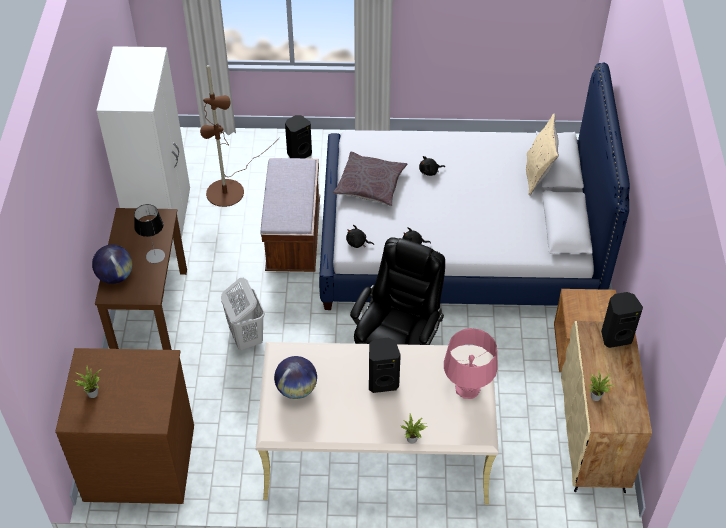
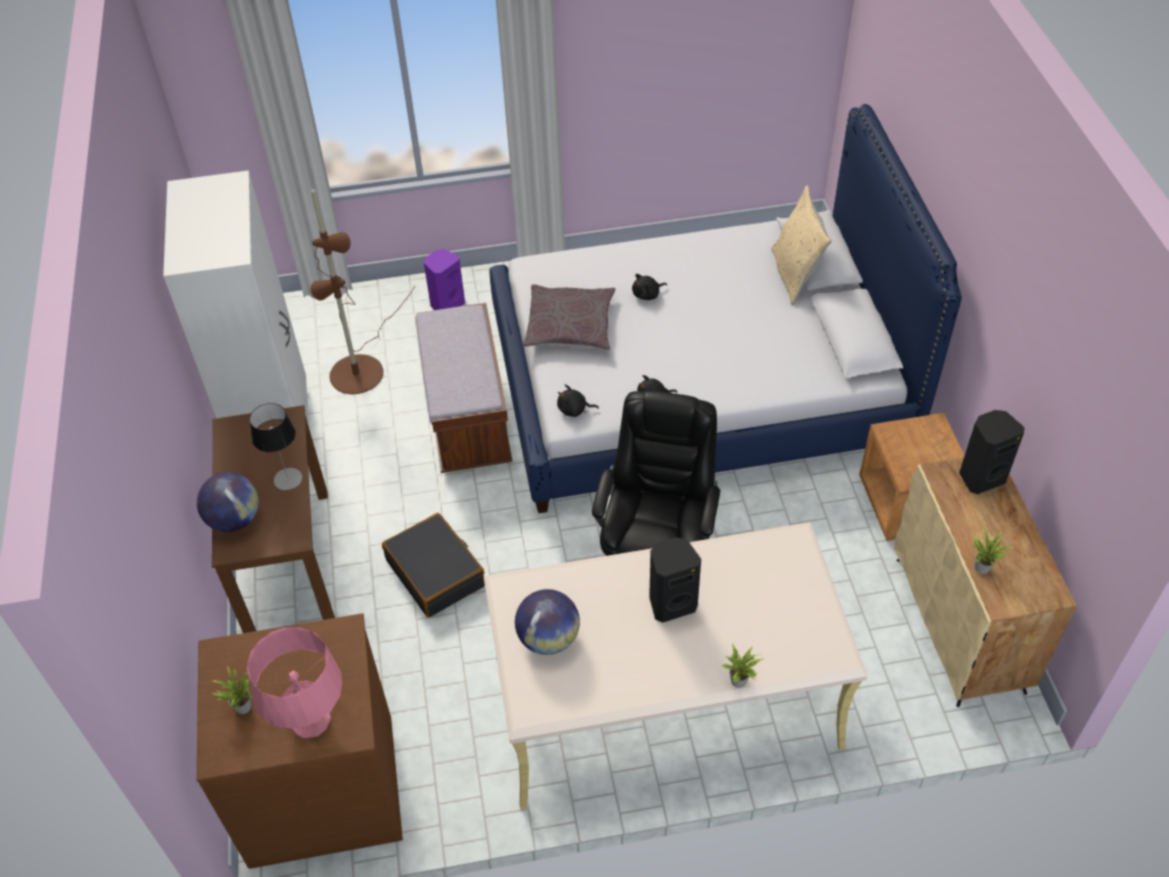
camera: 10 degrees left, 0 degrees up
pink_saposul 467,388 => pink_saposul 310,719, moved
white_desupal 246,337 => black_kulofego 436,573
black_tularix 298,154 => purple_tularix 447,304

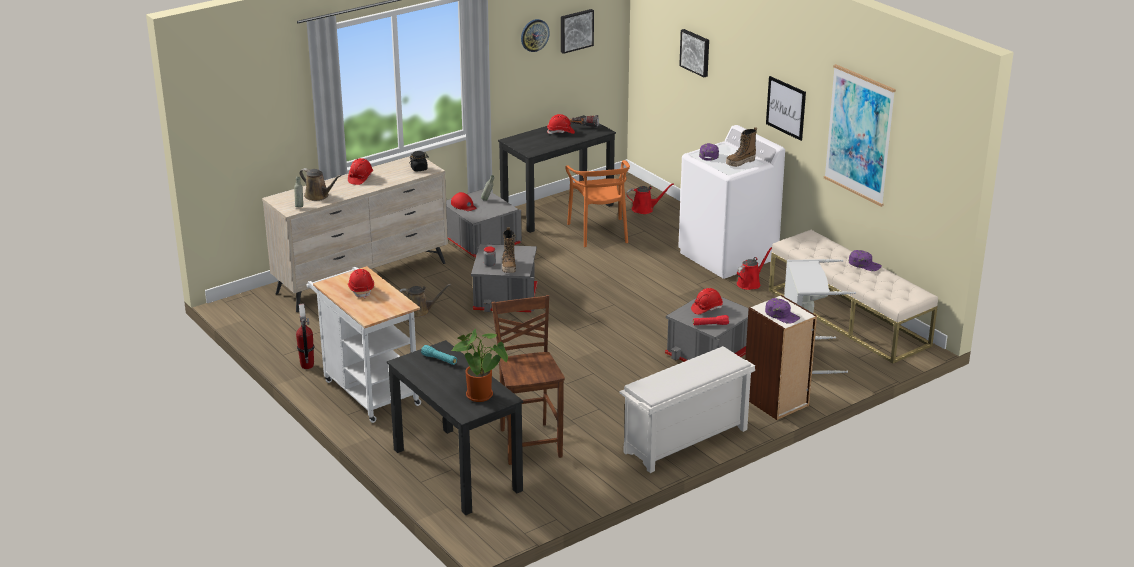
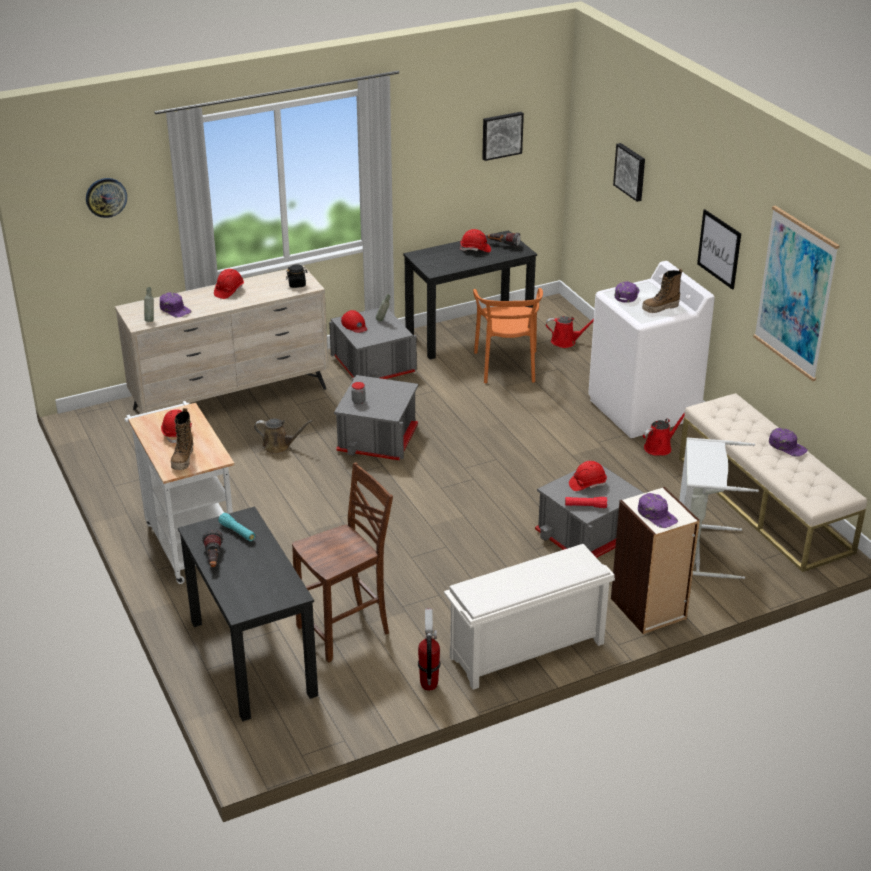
camera: 10 degrees right, 5 degrees up
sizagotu 534,35 => sizagotu 106,197, moved
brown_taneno 318,196 => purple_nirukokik 175,309
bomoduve 509,266 => bomoduve 183,459, moved
nothing => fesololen 213,559
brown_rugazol 529,442 => brown_rugazol 346,631, 60 degrees clockwise
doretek 307,365 => doretek 429,684, moved
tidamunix 482,397 => nothing

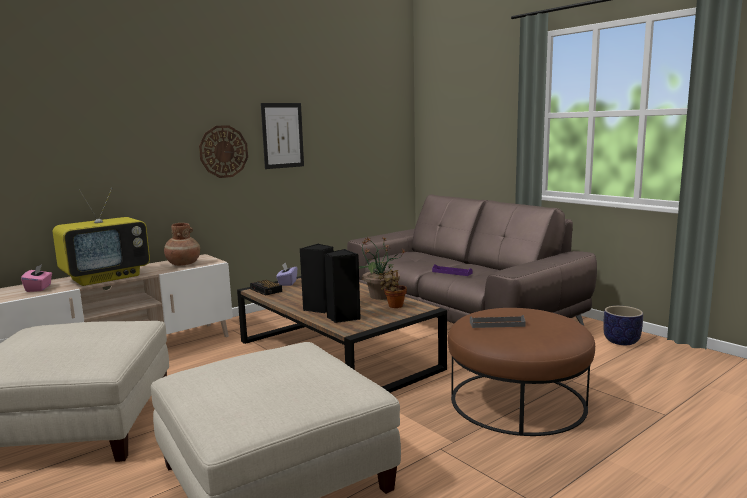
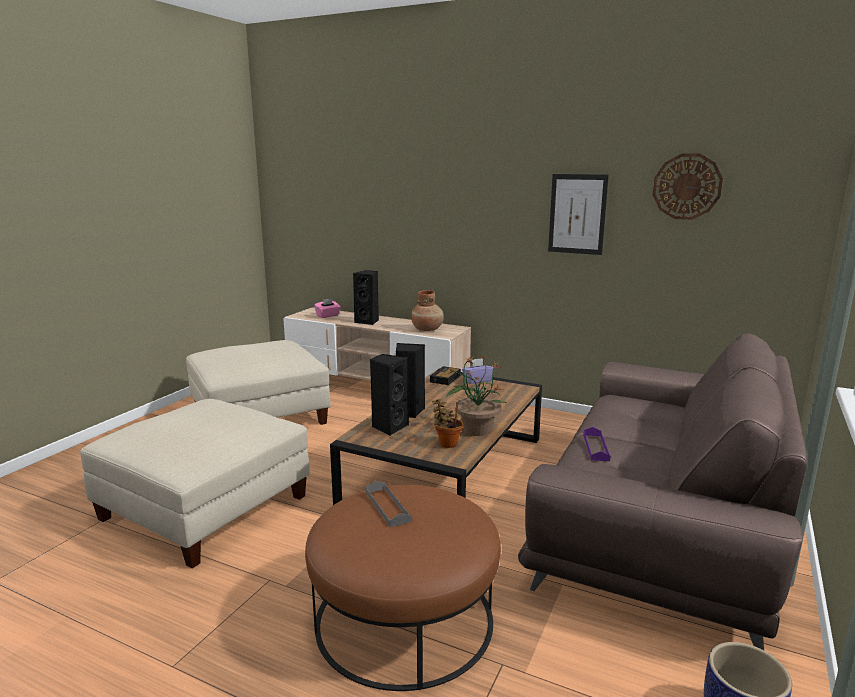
camera: 65 degrees right, 5 degrees up
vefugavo 106,277 => black_tularix 368,321
sizagotu 223,151 => sizagotu 687,186, moved

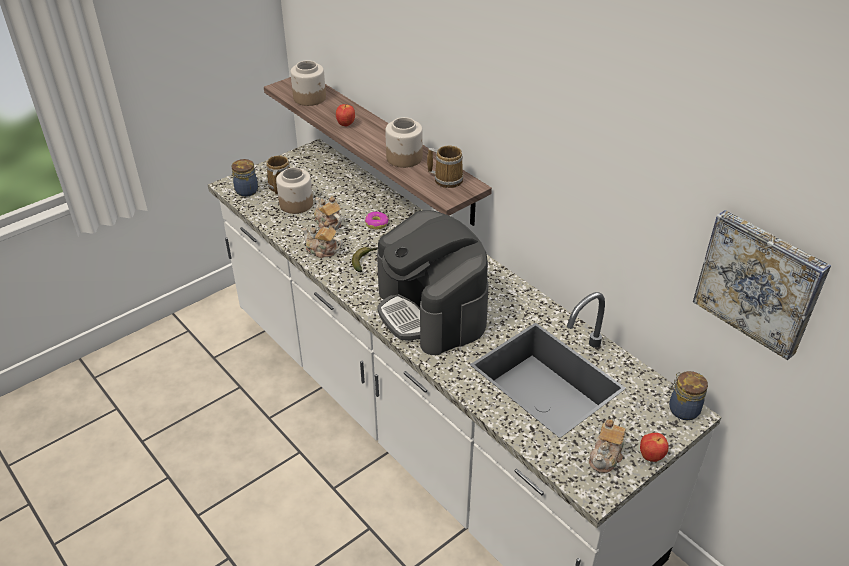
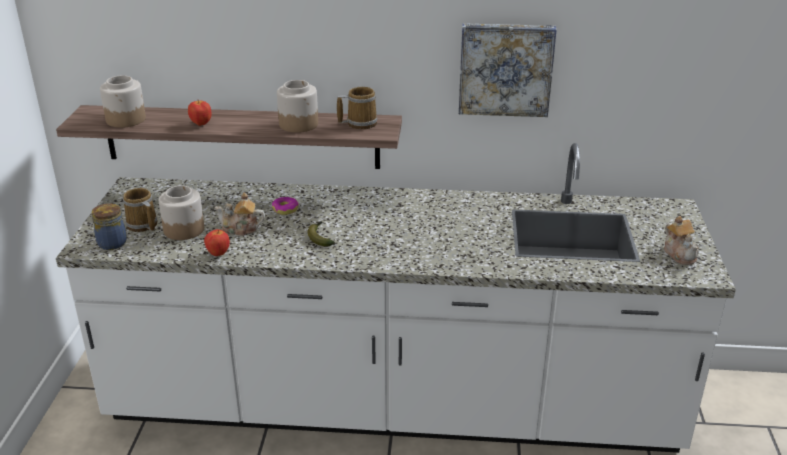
camera: 45 degrees left, 10 degrees down
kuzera 651,456 => kuzera 218,254, moved
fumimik 760,282 => fumimik 505,69, moved
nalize 322,250 => nothing
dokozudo 432,311 => nothing
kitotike 682,409 => nothing

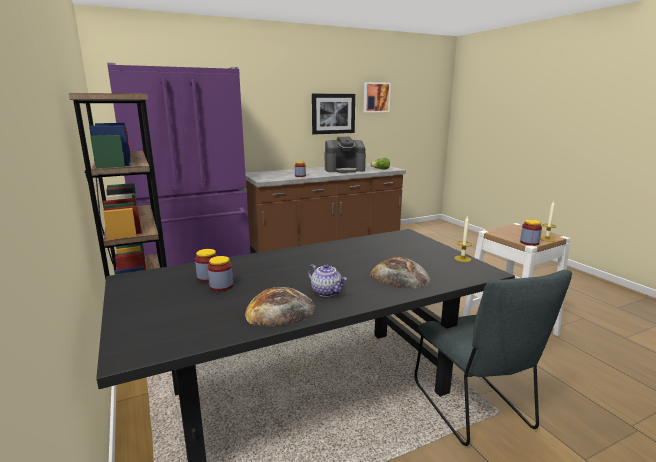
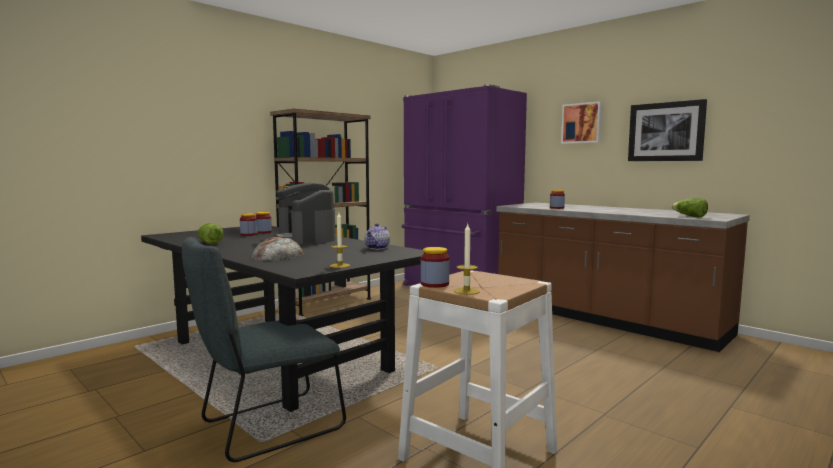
camera: 70 degrees right, 10 degrees down
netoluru 280,310 => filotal 209,243
dokozudo 344,170 => dokozudo 306,238, moved
nalize 327,292 => nalize 377,248, moved
fumimik 376,97 => fumimik 582,123, moved

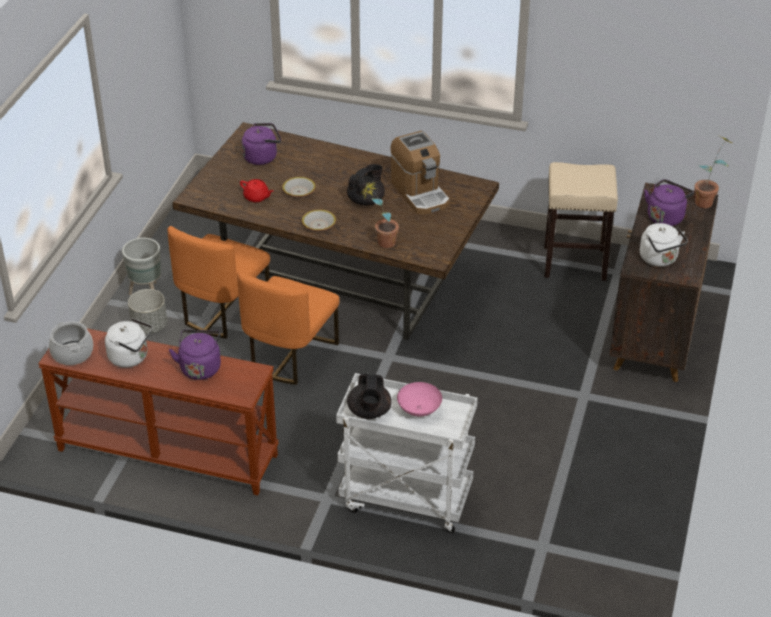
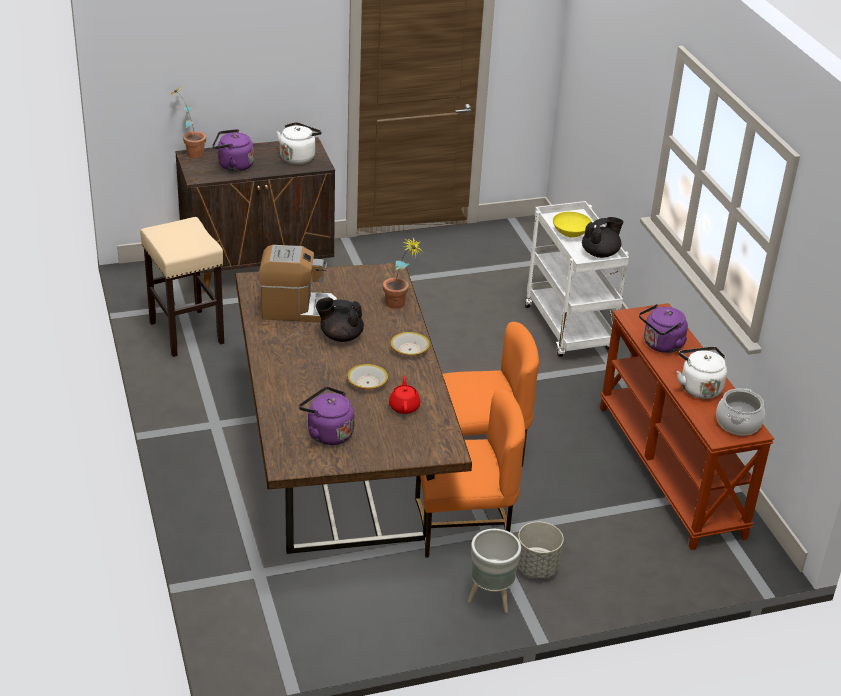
camera: 125 degrees left, 5 degrees down
dokozudo 420,193 => dokozudo 297,309, 60 degrees clockwise
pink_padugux 418,410 => yellow_padugux 571,234

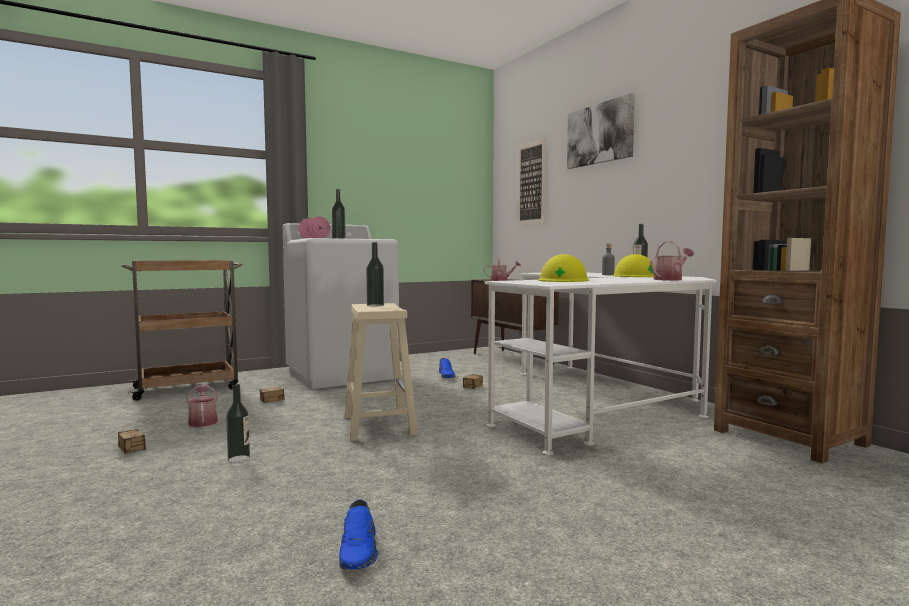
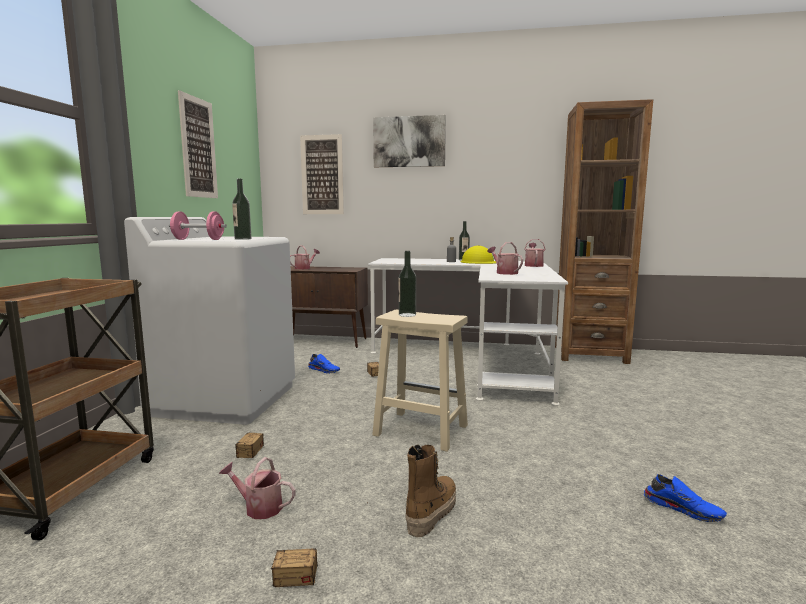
camera: 50 degrees left, 5 degrees up
nothing => fumimik 198,148
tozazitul 239,459 => bomoduve 431,513
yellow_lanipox 563,280 => taneno 504,273

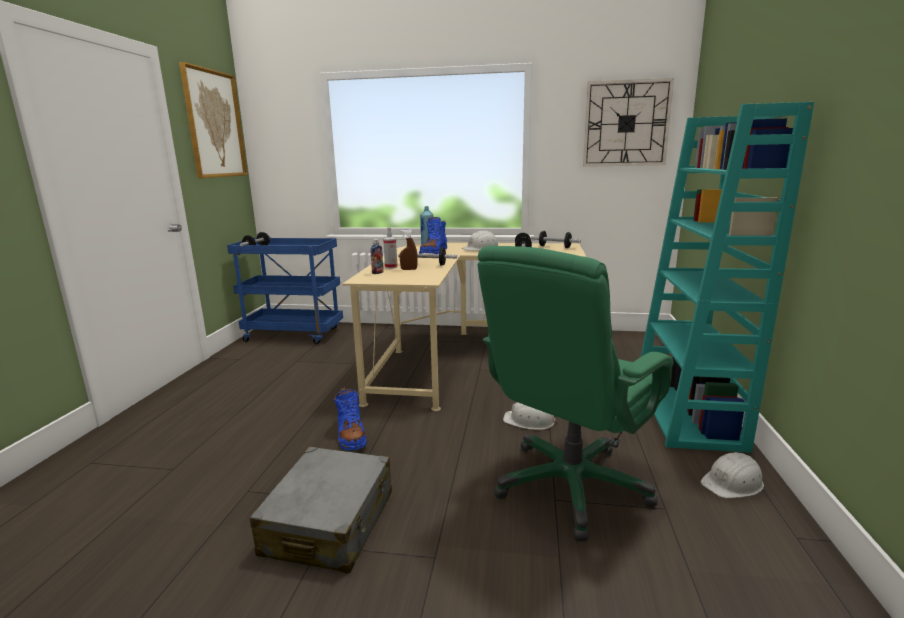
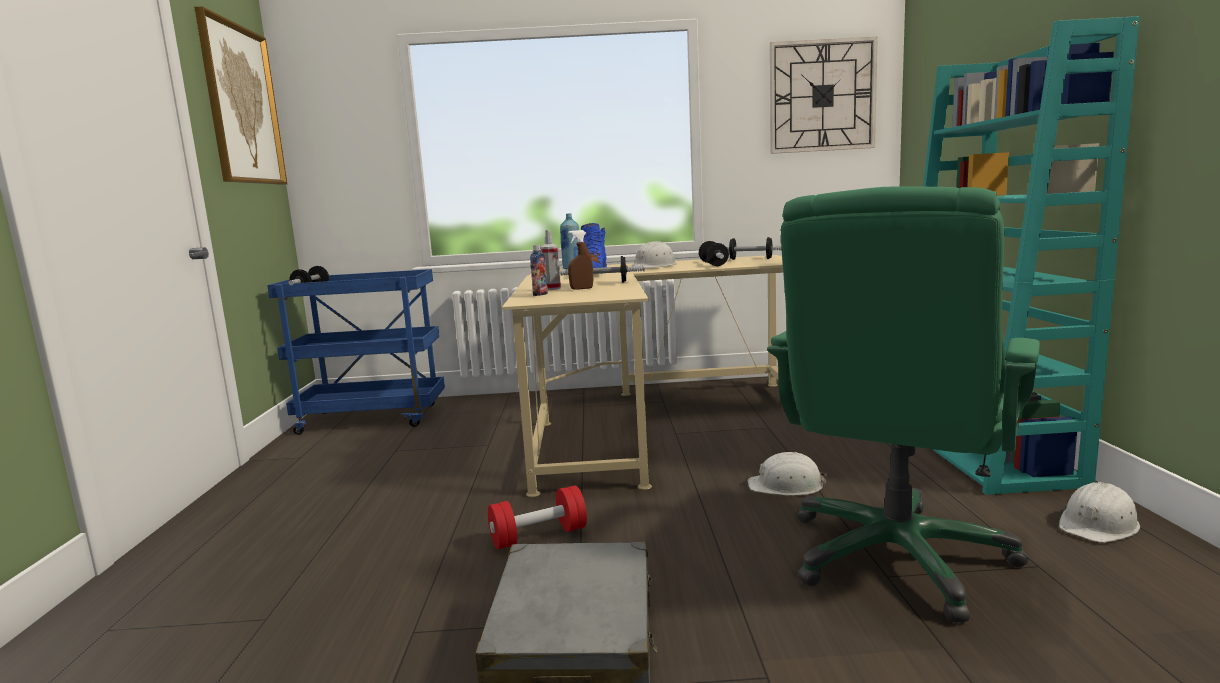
camera: 10 degrees left, 5 degrees down
blue_bomoduve 351,436 => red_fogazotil 539,536

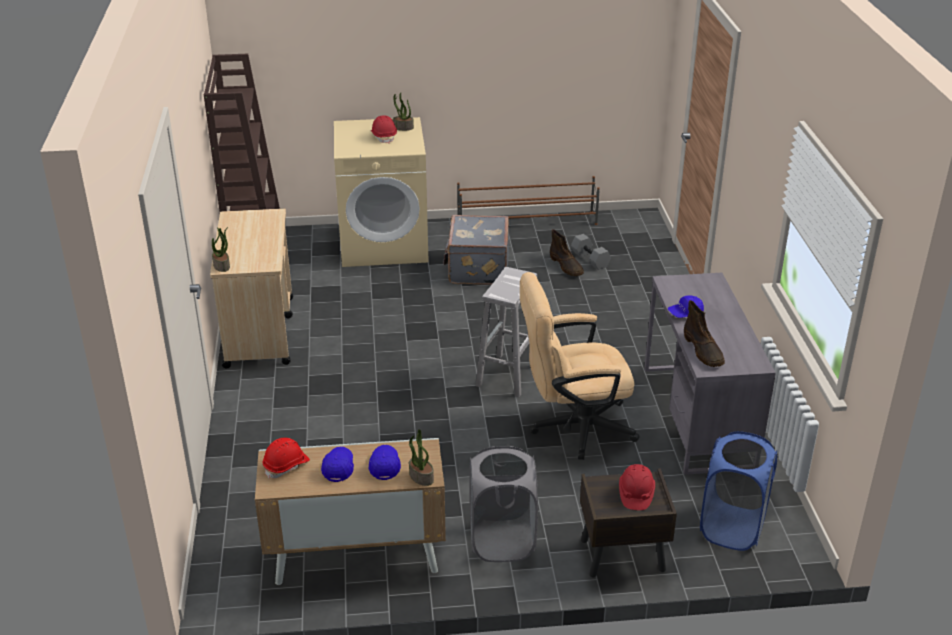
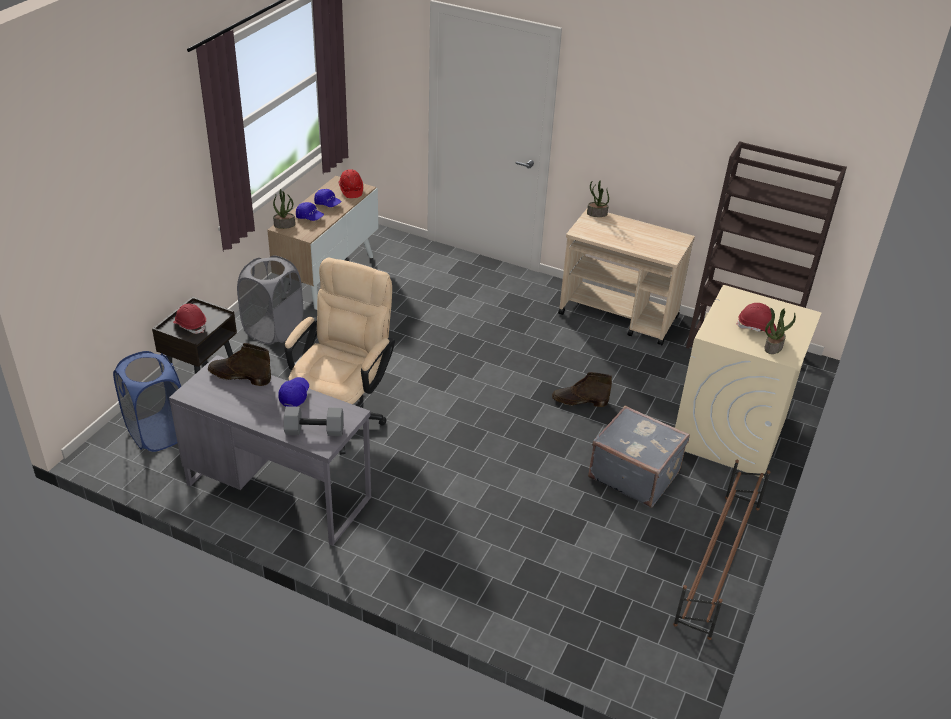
camera: 120 degrees right, 5 degrees up
grey_fogazotil 589,259 => grey_fogazotil 315,430, moved
brown_bomoduve 566,266 => brown_bomoduve 579,401, moved
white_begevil 508,376 => nothing

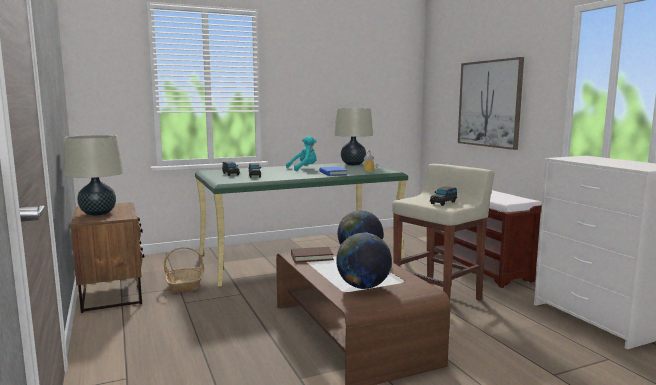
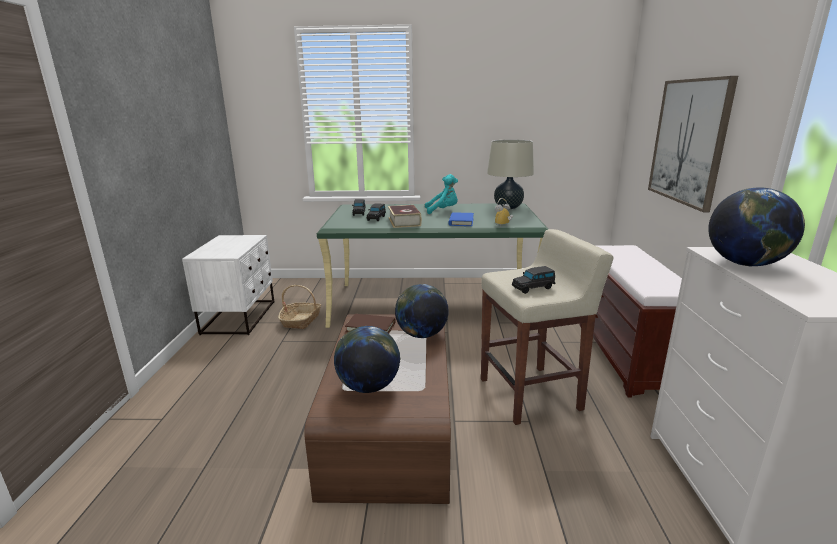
camera: 25 degrees right, 10 degrees up
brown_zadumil 113,292 => white_zadumil 240,317
nothing => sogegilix 404,222
nothing => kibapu 745,264
beige_saposul 98,214 => nothing

